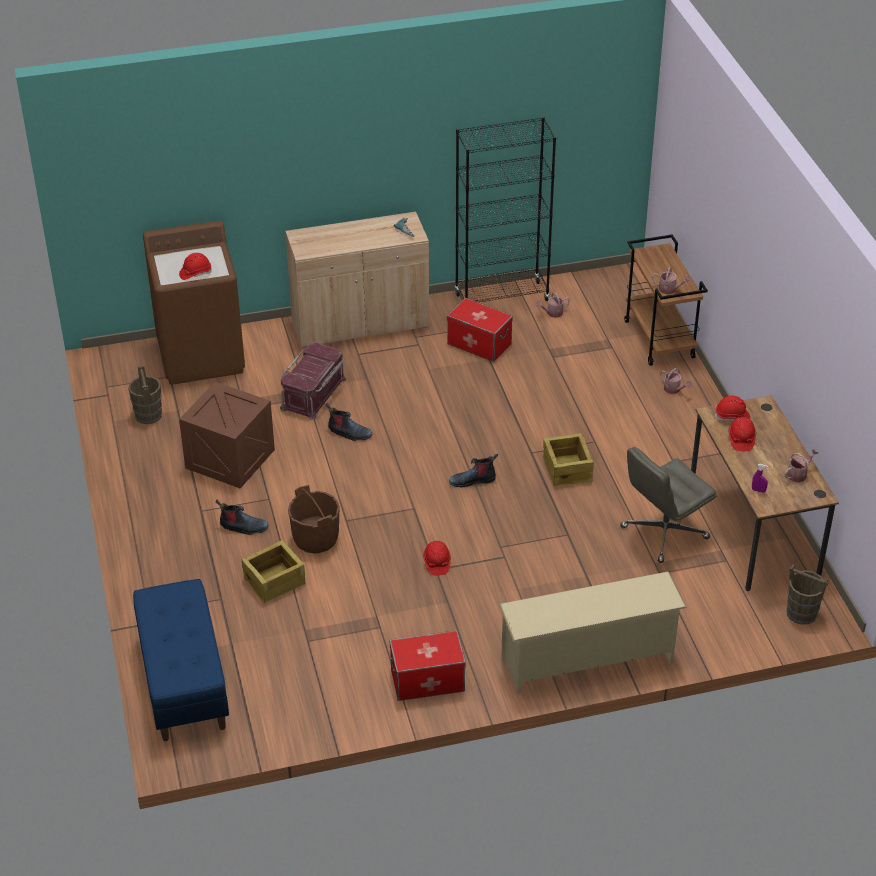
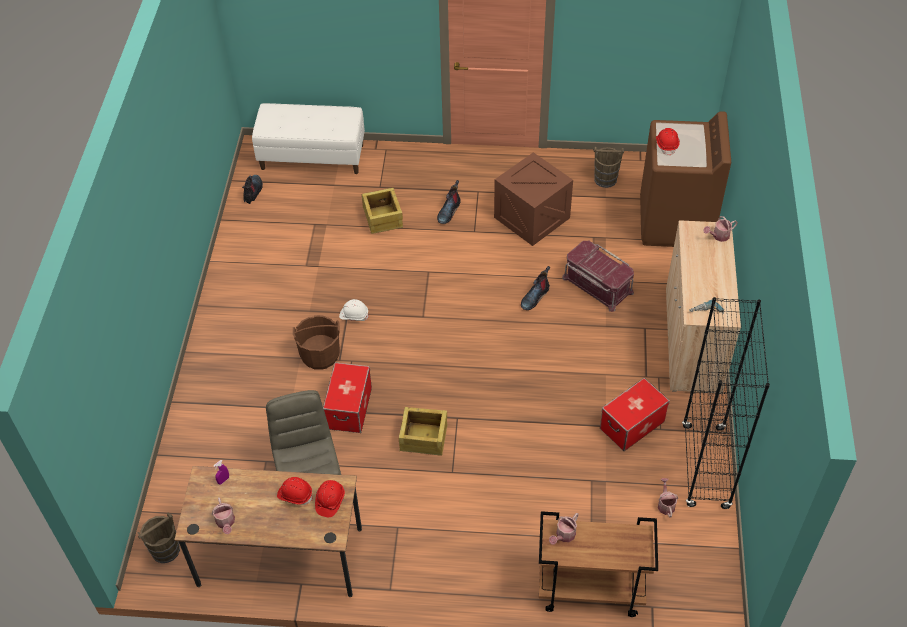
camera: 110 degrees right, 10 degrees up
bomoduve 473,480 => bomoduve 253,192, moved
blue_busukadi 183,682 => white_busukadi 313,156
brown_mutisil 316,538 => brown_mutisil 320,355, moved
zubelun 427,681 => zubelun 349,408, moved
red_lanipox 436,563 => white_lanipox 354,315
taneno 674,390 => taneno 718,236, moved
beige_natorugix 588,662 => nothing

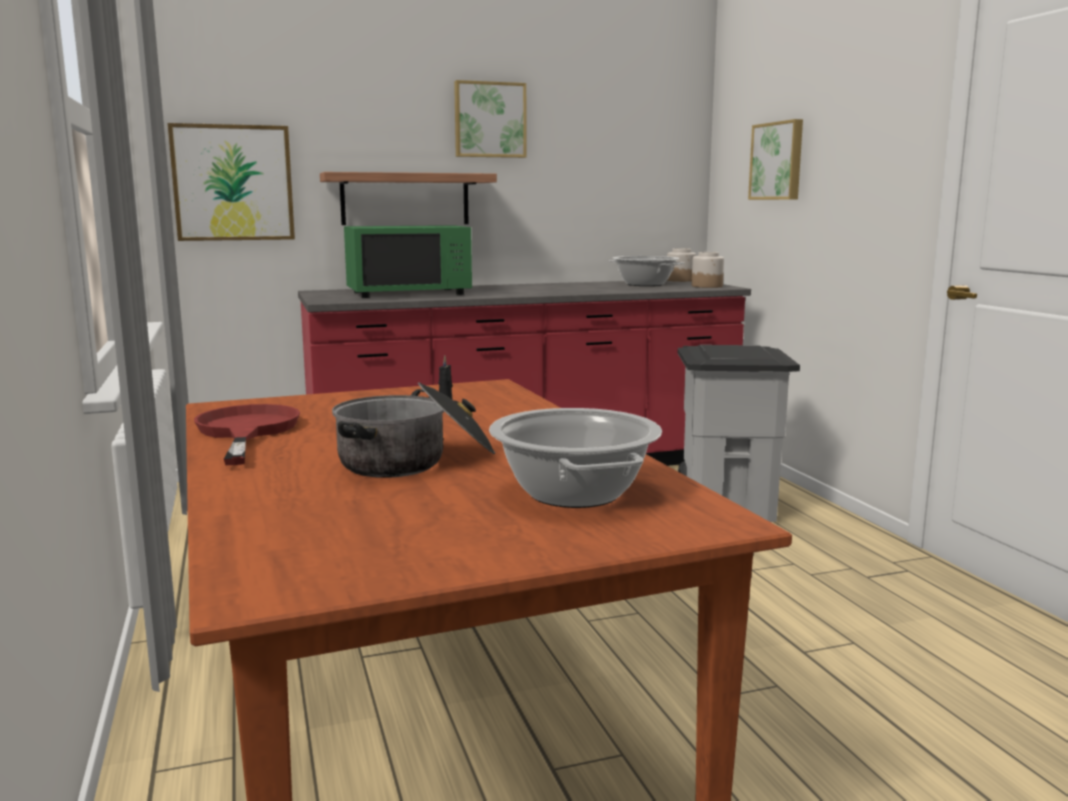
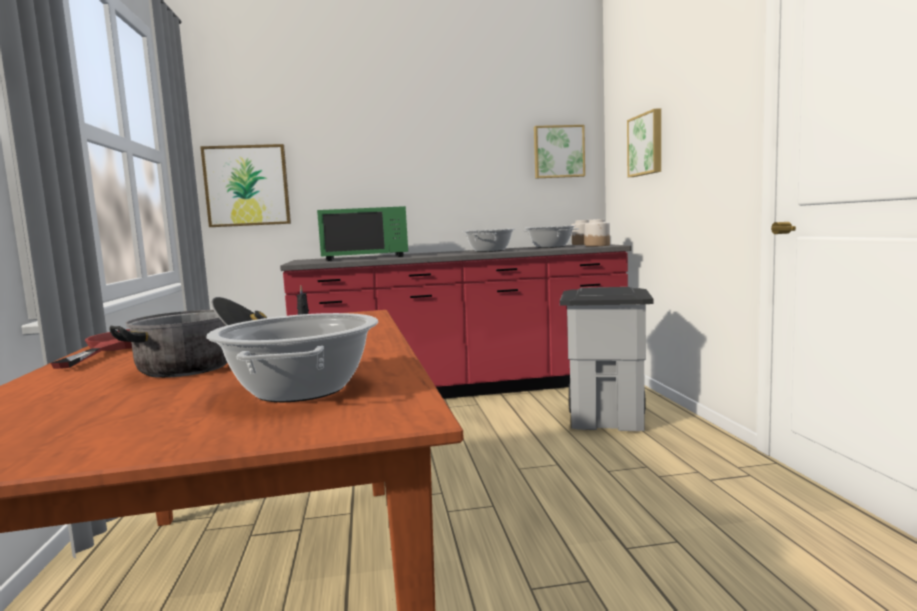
camera: 10 degrees right, 5 degrees down
nothing => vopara 489,251
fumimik 489,120 => fumimik 558,152, moved
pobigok 405,199 => nothing

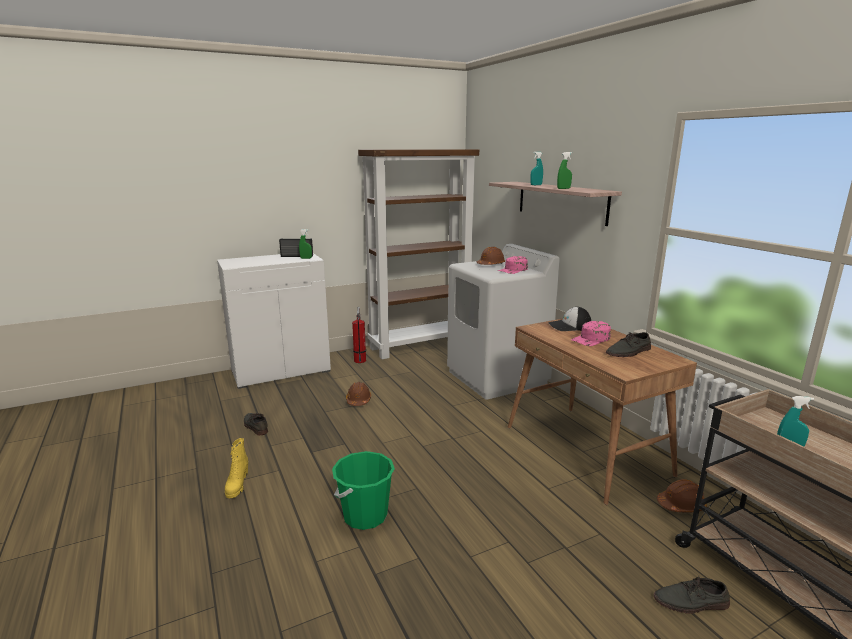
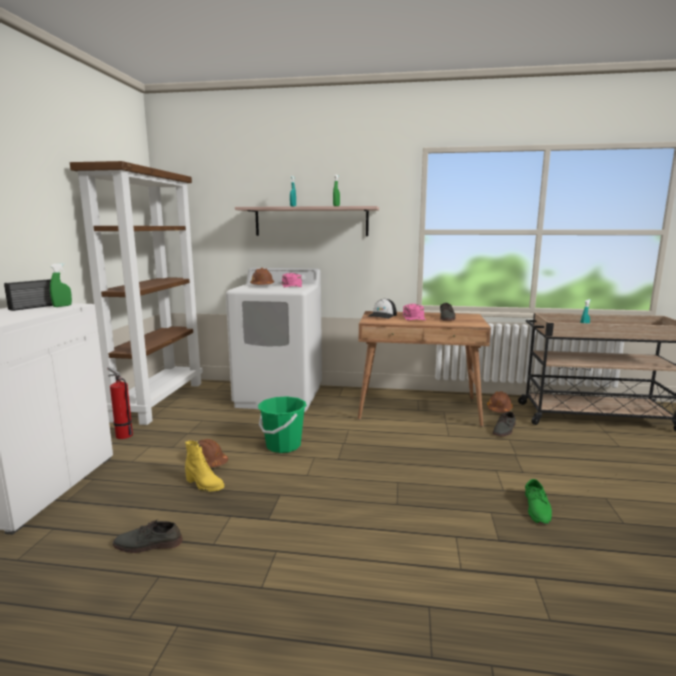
camera: 55 degrees left, 5 degrees down
yellow_bomoduve 237,485 => yellow_bomoduve 204,485, moved
green_mutisil 365,515 => green_mutisil 283,446, moved
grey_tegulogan 691,602 => grey_tegulogan 504,429, moved
nothing => green_tegulogan 537,508

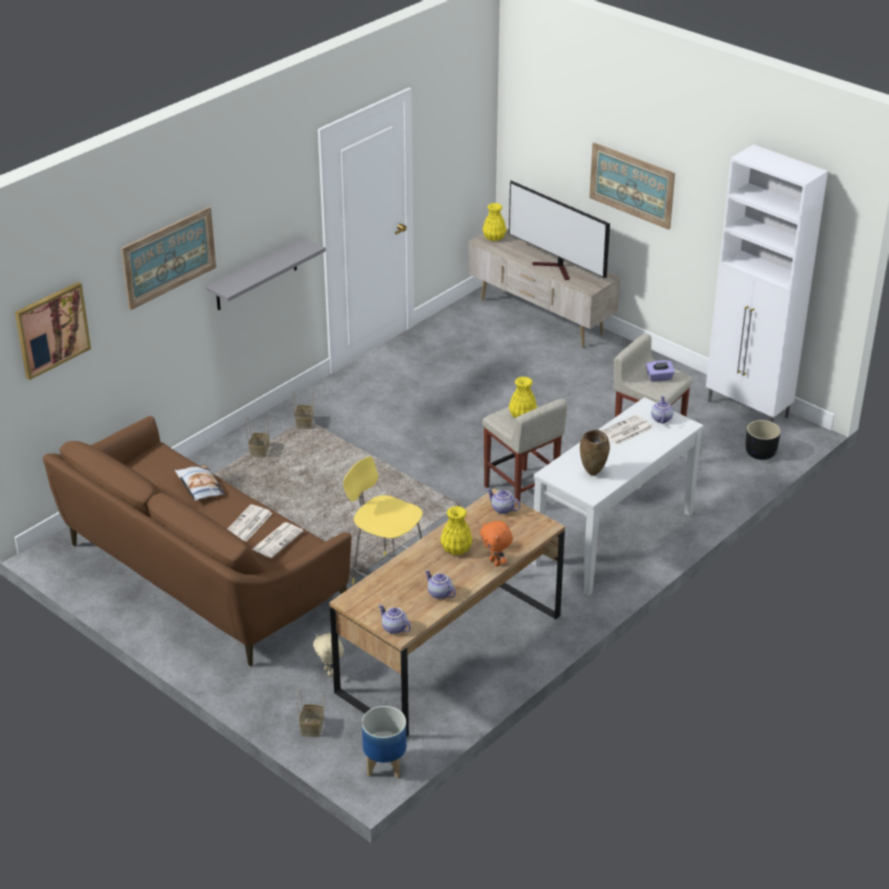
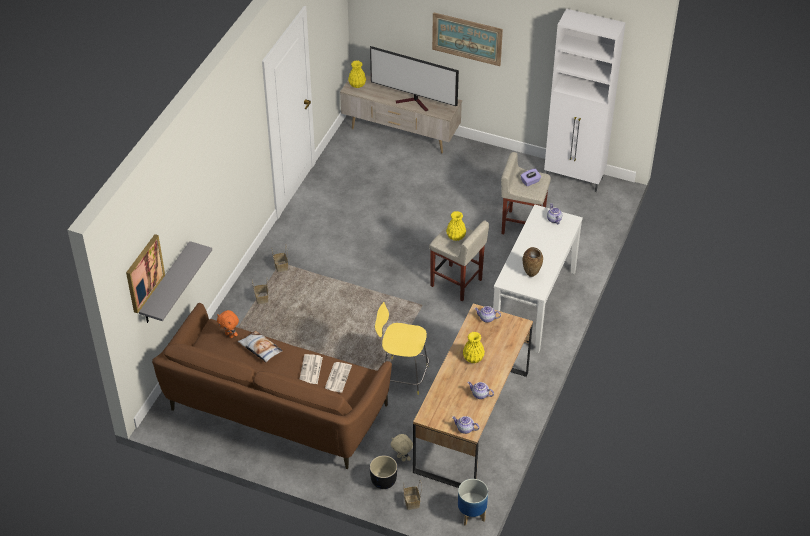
camera: 20 degrees left, 10 degrees up
grey_pobigok 256,275 => grey_pobigok 166,284, moved
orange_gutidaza 496,562 => orange_gutidaza 229,335, moved
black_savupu 760,453 => black_savupu 383,481, moved
fumimik 169,257 => nothing
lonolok 626,431 => nothing

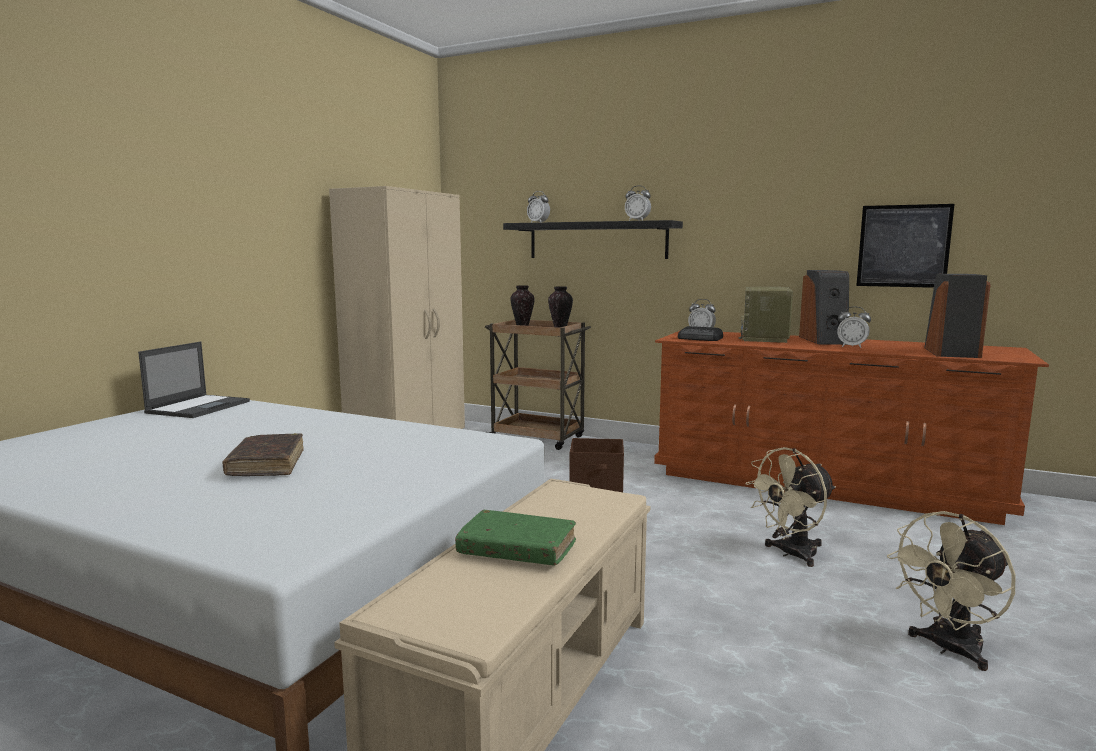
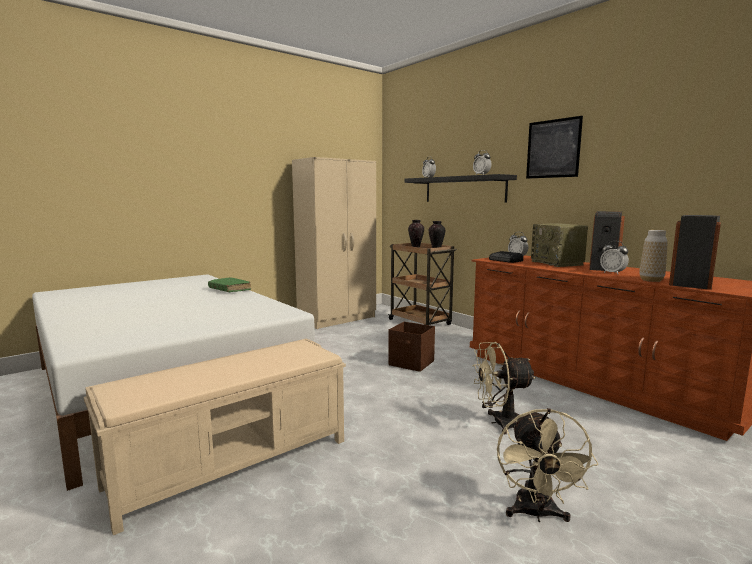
camera: 25 degrees right, 0 degrees up
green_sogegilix 517,549 => green_sogegilix 229,289, moved
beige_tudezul 948,649 => beige_tudezul 536,514, 75 degrees counterclockwise
fumimik 903,246 => fumimik 553,149, moved
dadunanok 765,338 => dadunanok 558,263, 60 degrees counterclockwise
nothing => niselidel 651,280
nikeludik 199,407 => nothing
brown_sogegilix 266,465 => nothing

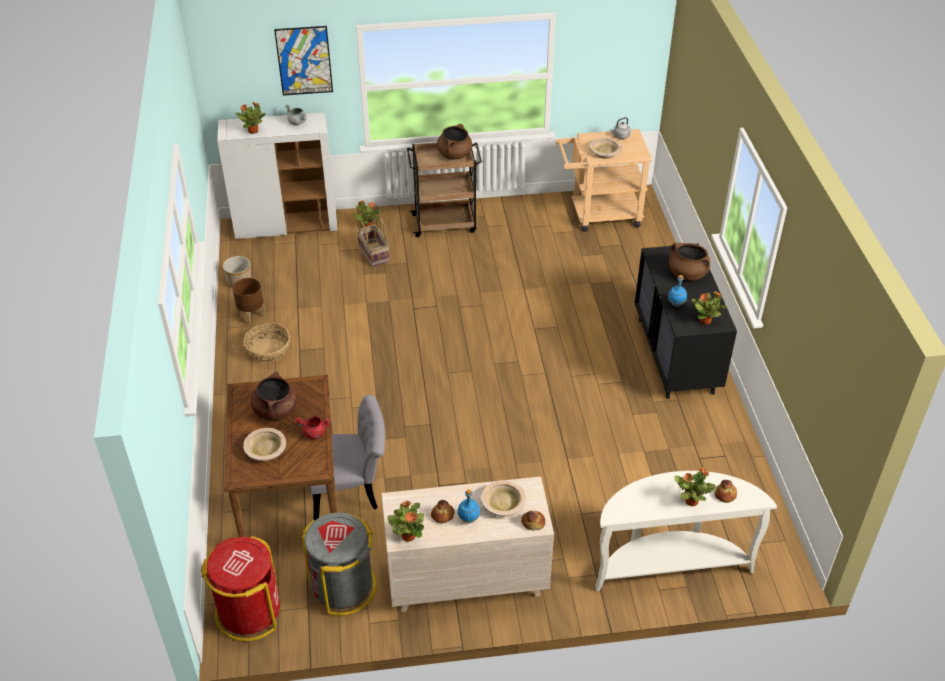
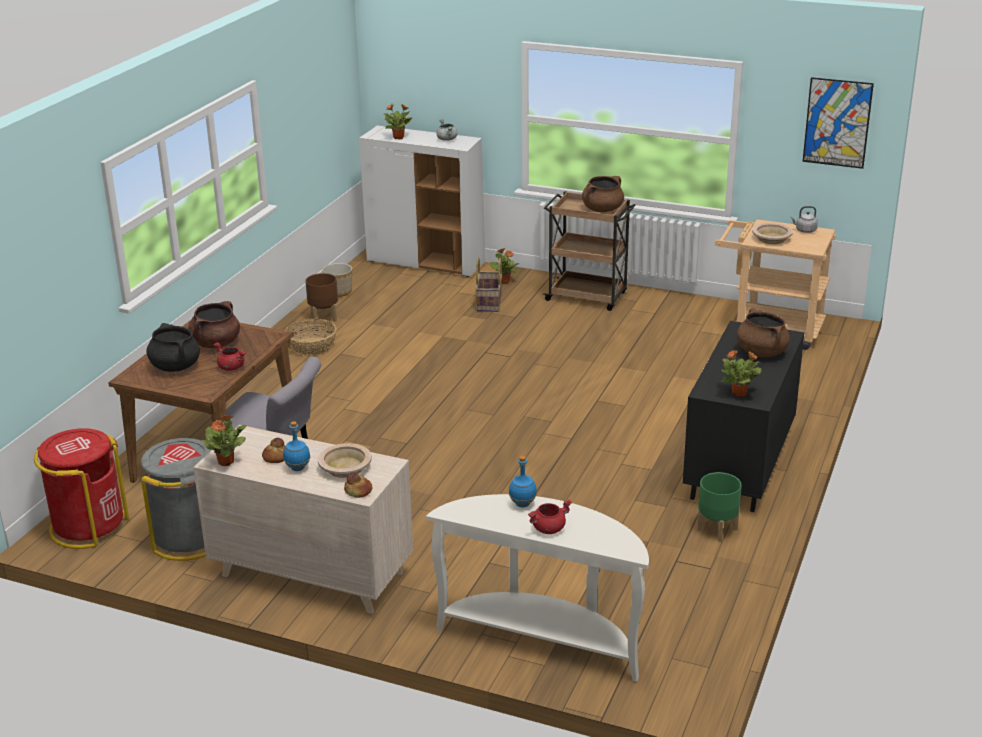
camera: 30 degrees right, 15 degrees down
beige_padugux 265,450 => black_vopara 175,366
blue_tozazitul 676,304 => blue_tozazitul 522,504, moved
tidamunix 690,501 => red_vopara 548,528
nothing => green_savupu 717,530
fumimik 304,61 => fumimik 837,123, moved
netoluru 725,495 => nothing

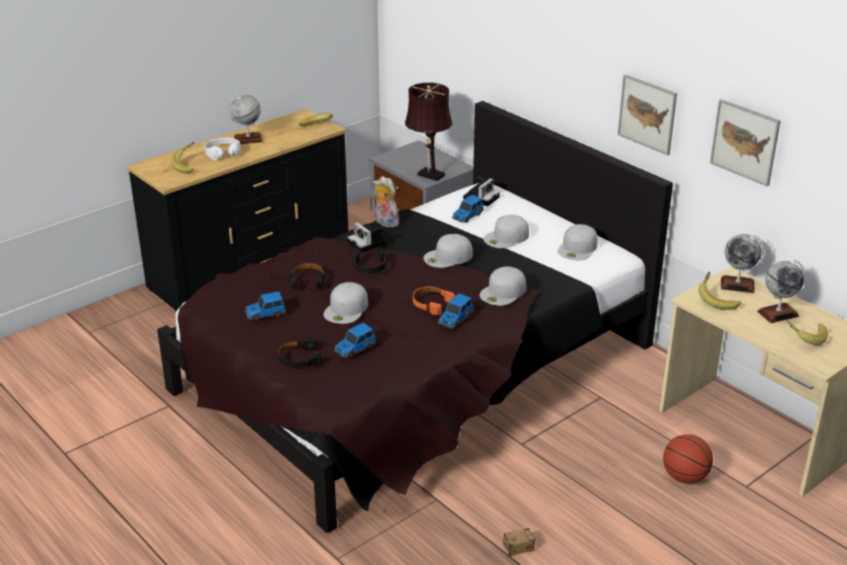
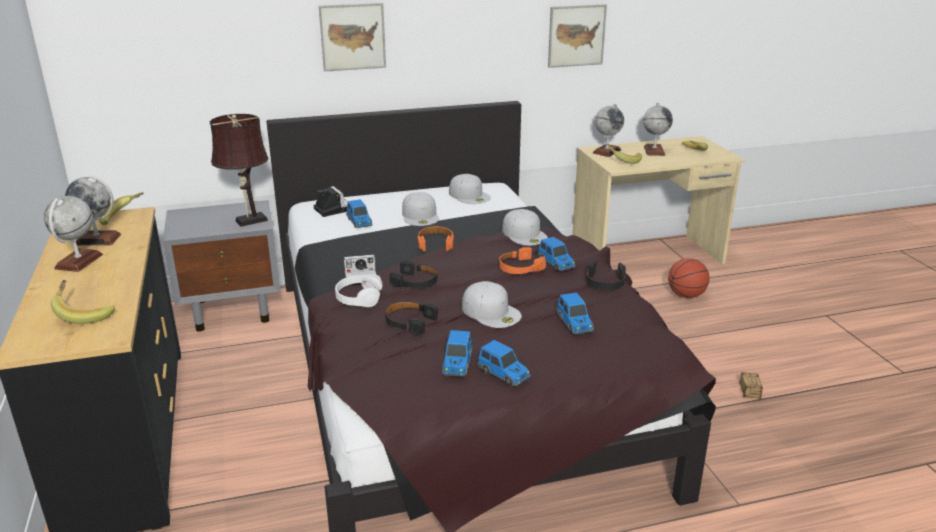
camera: 65 degrees left, 5 degrees down
nothing => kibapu 98,239
fumimik 647,114 => fumimik 353,37, moved
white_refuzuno 223,153 => white_refuzuno 358,297, moved
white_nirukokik 448,257 => orange_refuzuno 435,243
nothing => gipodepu 504,374
black_refuzuno 298,358 => black_refuzuno 605,282, moved
gutidaza 385,223 => nothing

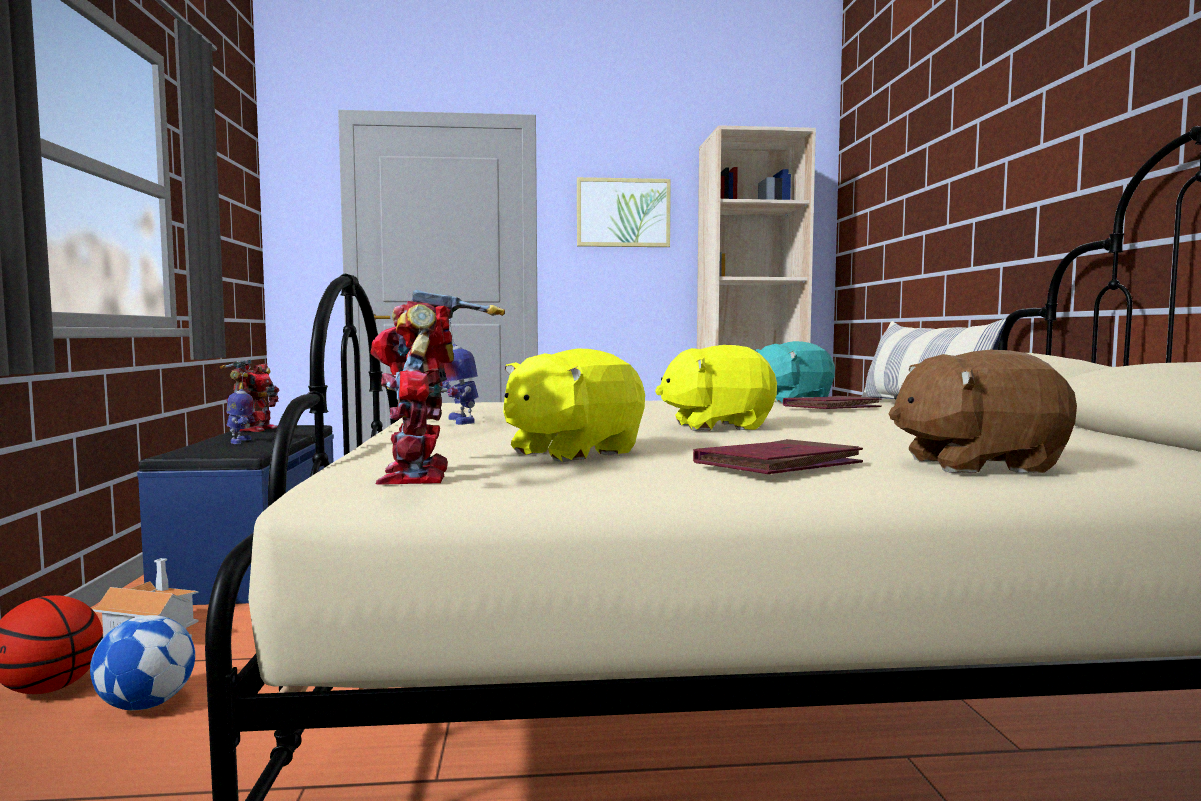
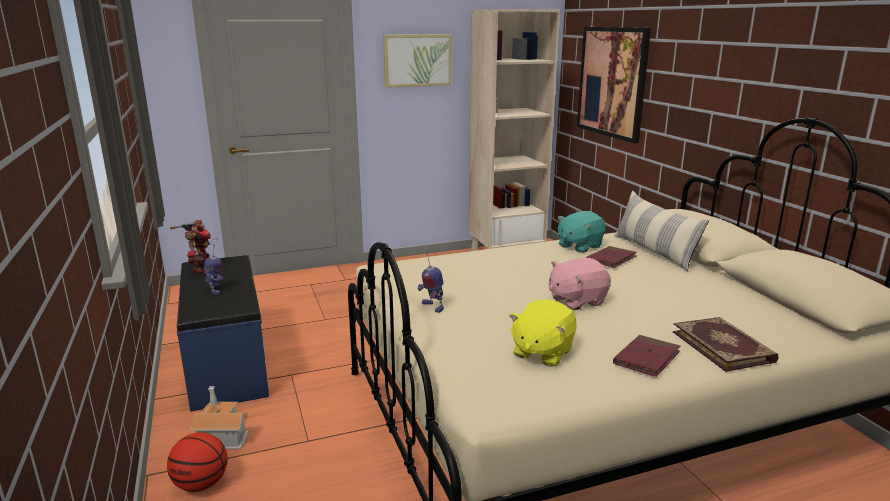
camera: 15 degrees left, 15 degrees up
yellow_gutidaza 717,426 => pink_gutidaza 576,300
nothing => fumimik 612,82
brown_gutidaza 976,465 => sogegilix 723,346
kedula 146,704 => nothing
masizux 423,475 => nothing

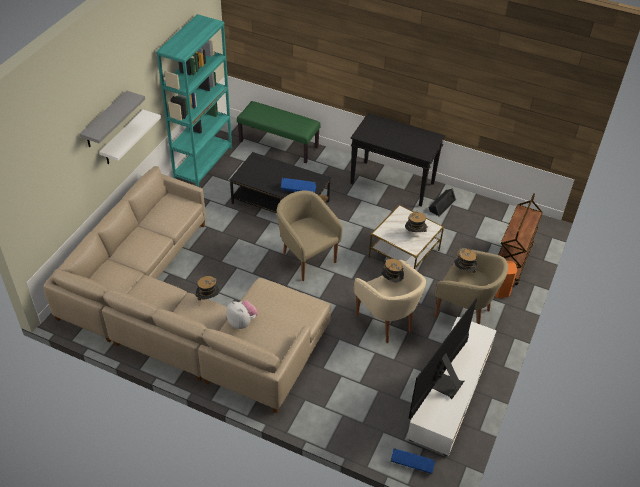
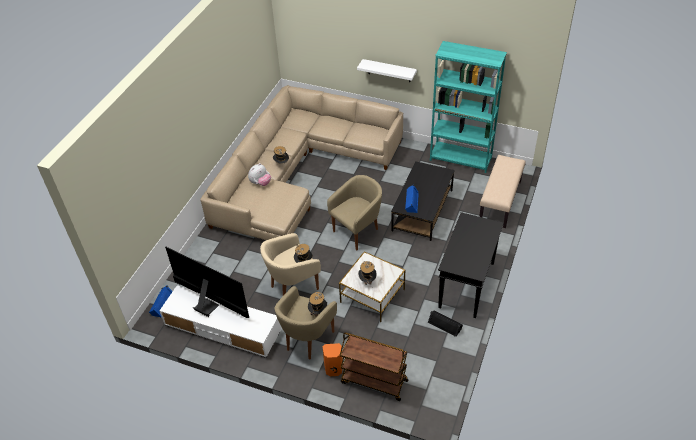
camera: 90 degrees right, 0 degrees up
green_busukadi 279,144 => beige_busukadi 500,202
grey_pobigok 105,120 => nothing

